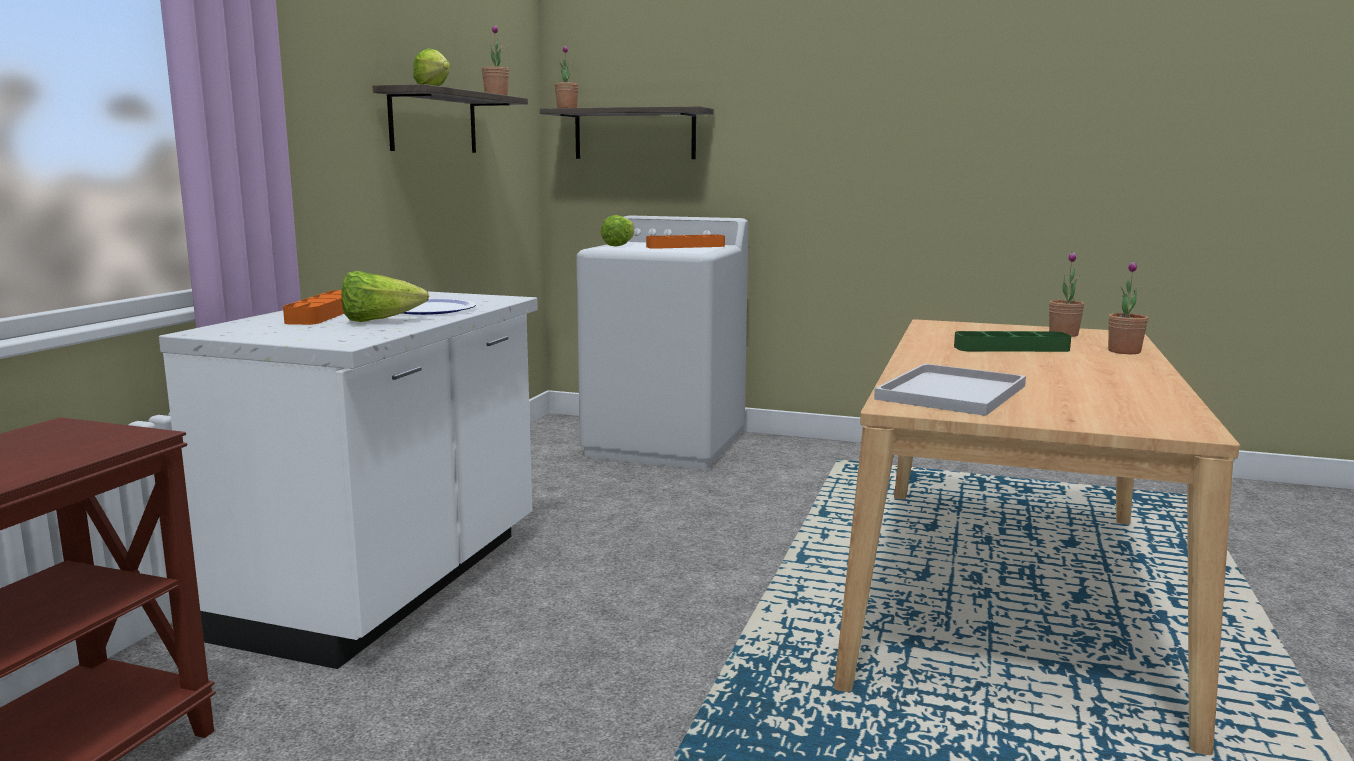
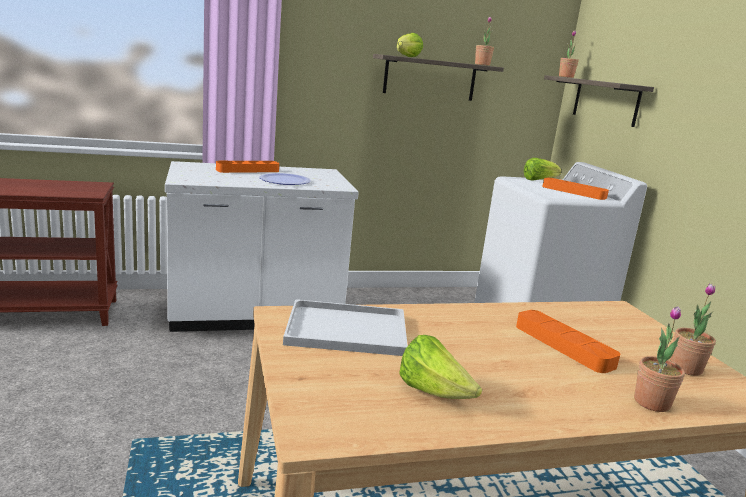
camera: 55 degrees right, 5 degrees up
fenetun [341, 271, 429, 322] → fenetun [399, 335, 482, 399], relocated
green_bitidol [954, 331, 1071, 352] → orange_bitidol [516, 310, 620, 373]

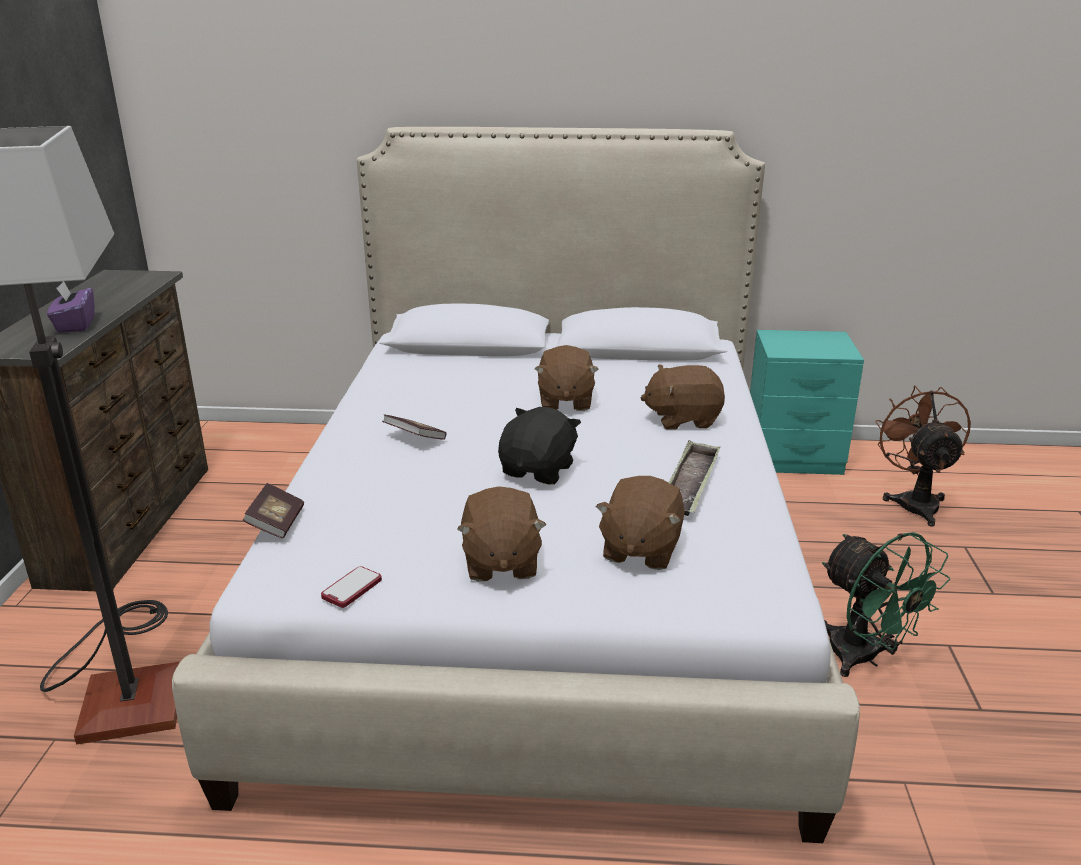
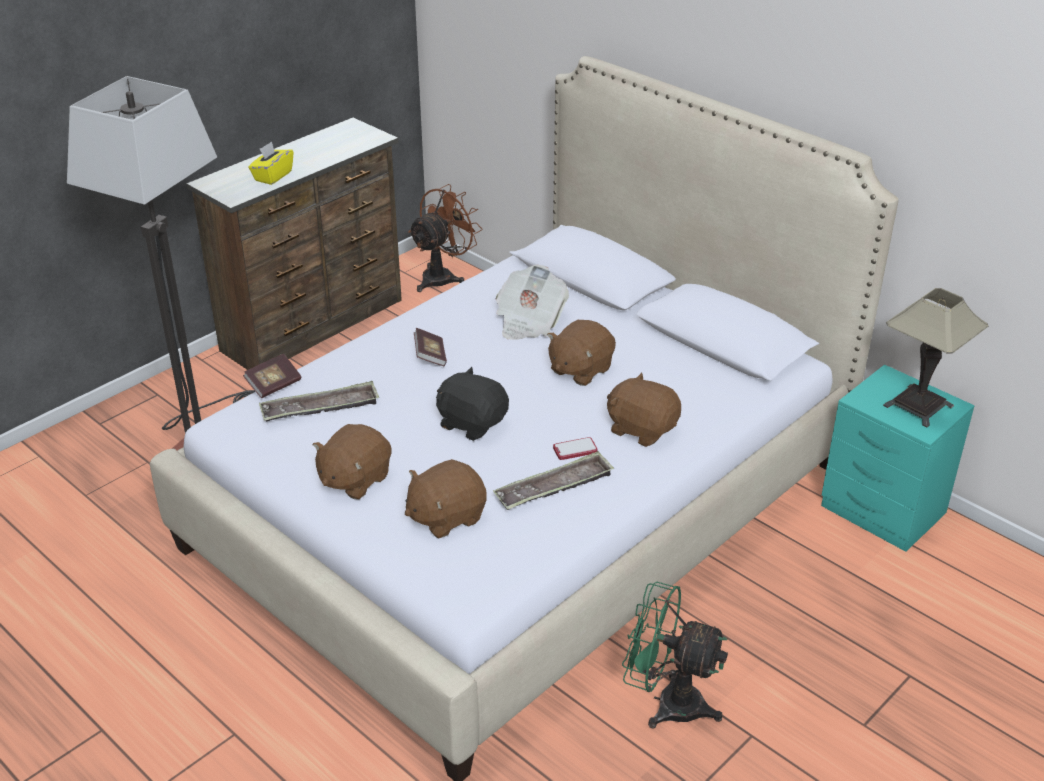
camera: 40 degrees right, 10 degrees up
- → bitidol [259, 381, 379, 421]
- → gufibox [496, 265, 569, 340]
- → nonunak [883, 288, 988, 428]
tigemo [321, 566, 382, 608] → tigemo [553, 437, 597, 460], relocated
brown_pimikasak [875, 385, 971, 527] → brown_pimikasak [408, 184, 482, 292], relocated
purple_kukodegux [47, 282, 95, 333] → yellow_kukodegux [248, 141, 294, 185]
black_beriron [498, 407, 581, 484] → black_beriron [436, 367, 509, 441], 120 degrees counterclockwise
green_pimikasak [822, 532, 950, 677] → green_pimikasak [622, 582, 728, 729], 105 degrees clockwise

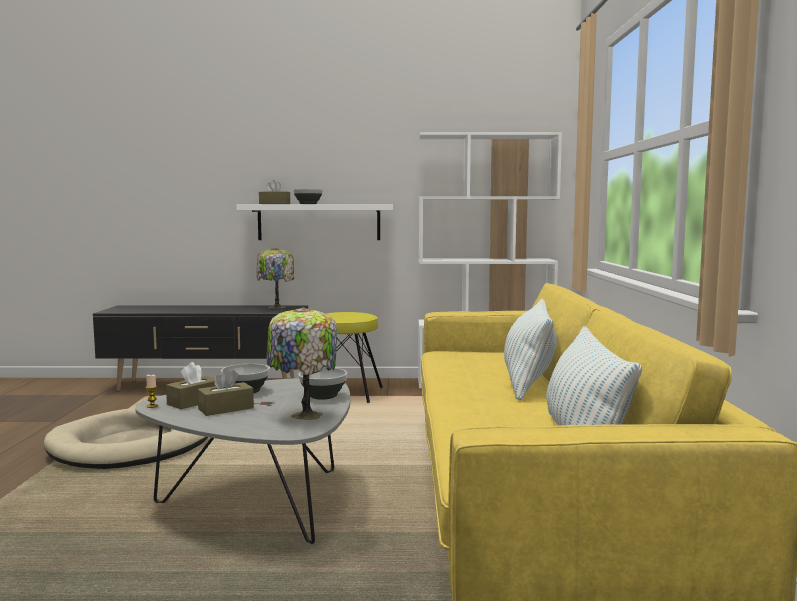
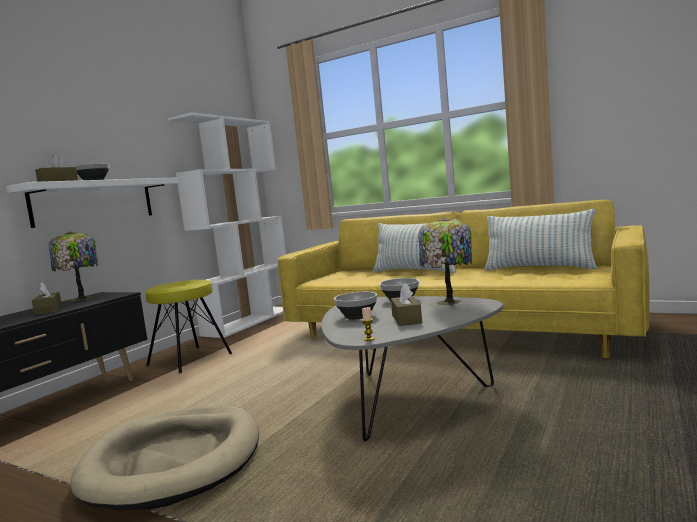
camera: 60 degrees left, 0 degrees up
brown_kukodegux [166, 362, 216, 409] → brown_kukodegux [32, 282, 62, 315], relocated

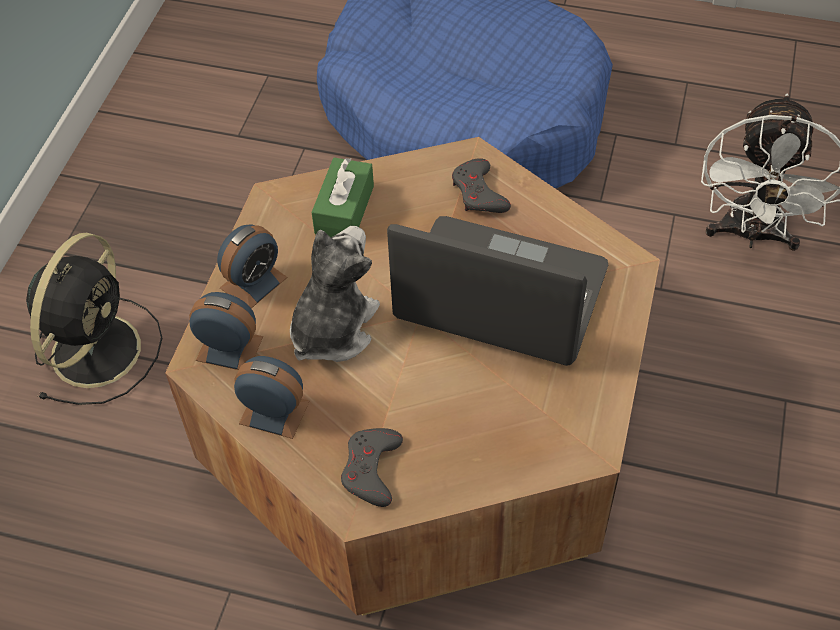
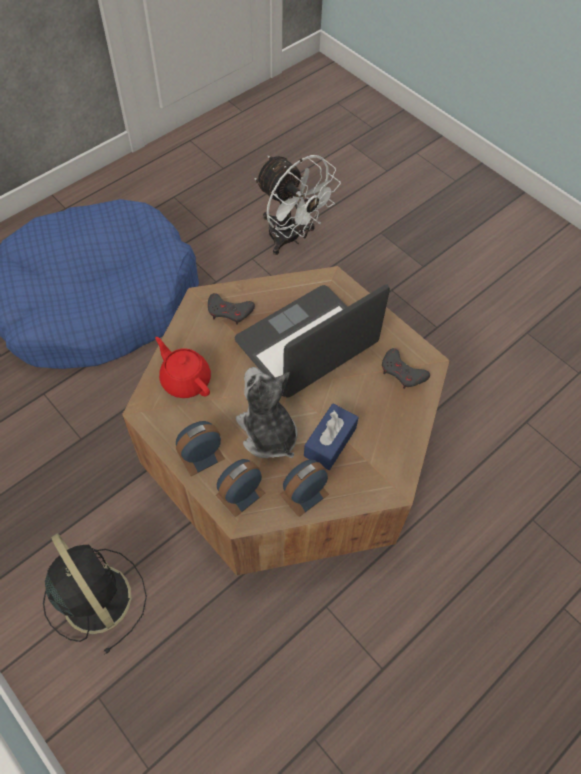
camera: 60 degrees left, 5 degrees up
- → blue_kukodegux [304, 404, 359, 470]
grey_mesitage [341, 428, 403, 507] → grey_mesitage [382, 348, 430, 389], relocated
green_kukodegux [312, 157, 374, 237] → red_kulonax [155, 337, 211, 398]
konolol [217, 224, 287, 308] → konolol [176, 421, 225, 476], 105 degrees counterclockwise

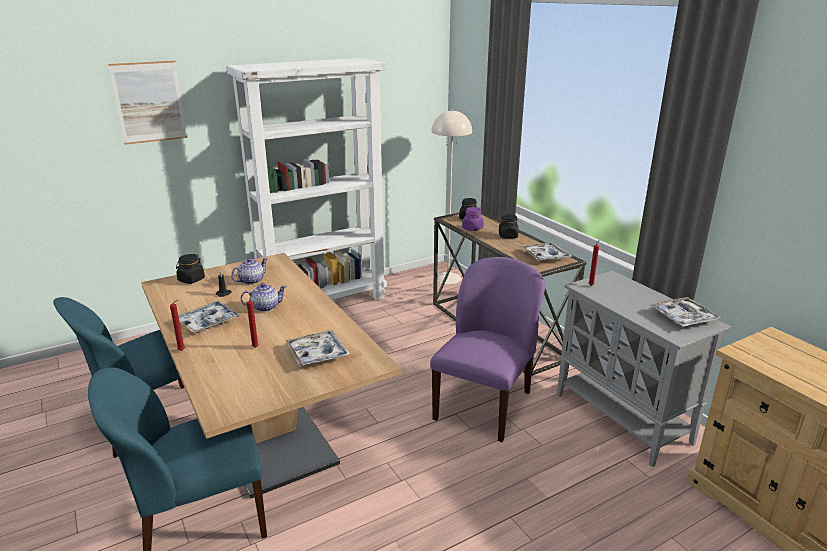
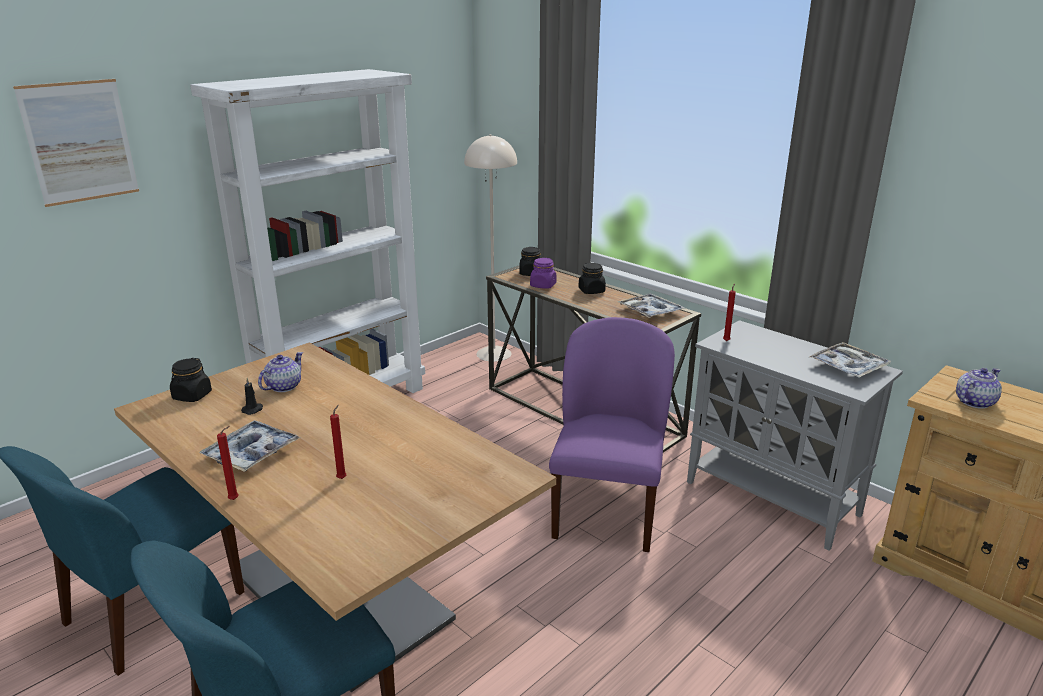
camera: 15 degrees left, 0 degrees up
bitidol [285, 330, 350, 367] → -
kulonax [240, 283, 287, 312] → kulonax [956, 368, 1002, 409], relocated

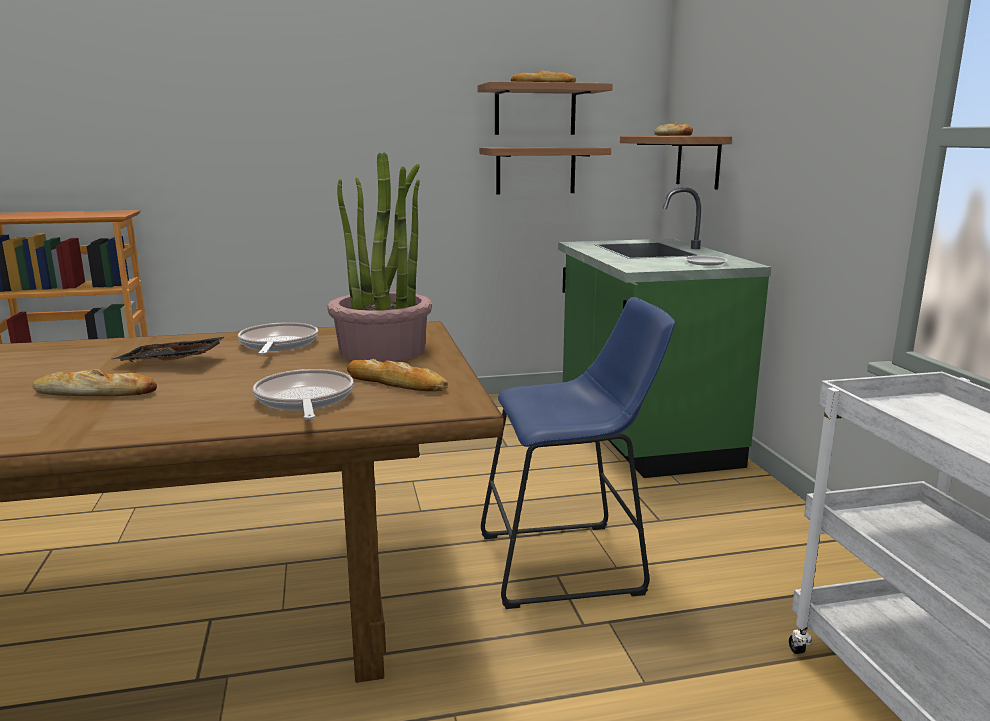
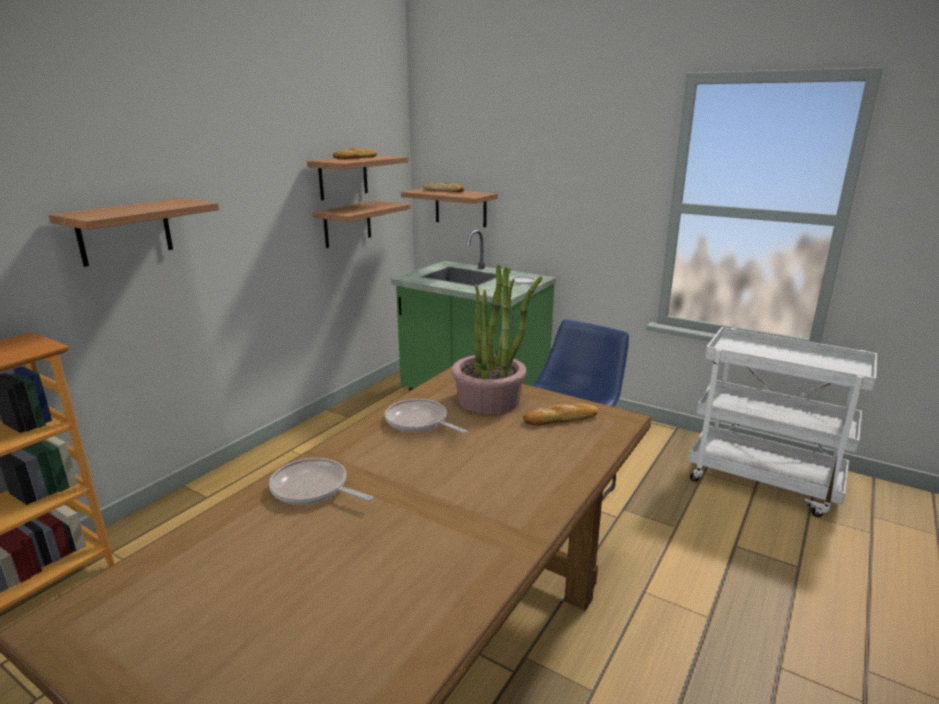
camera: 45 degrees left, 5 degrees up
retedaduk [32, 369, 157, 396] → -
black_bitidol [112, 336, 227, 362] → -
- → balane [49, 198, 219, 267]
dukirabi [253, 369, 354, 420] → dukirabi [269, 458, 373, 505], relocated

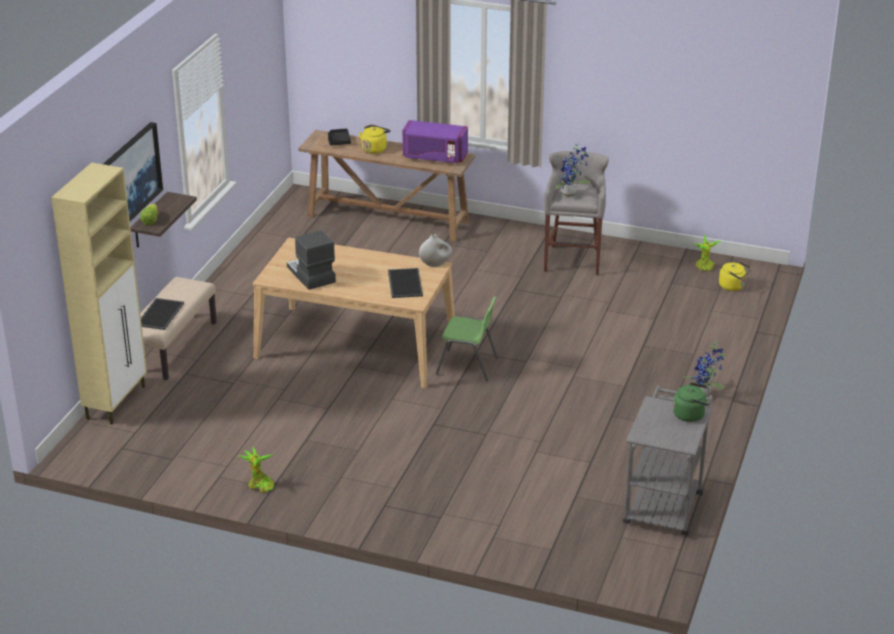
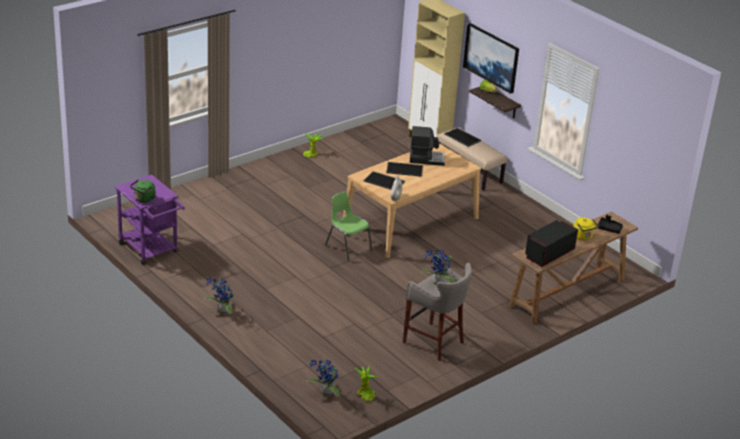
camera: 120 degrees right, 0 degrees up
- → bitidol [386, 162, 423, 177]
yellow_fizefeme [719, 261, 751, 291] → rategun [307, 358, 340, 397]
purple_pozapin [402, 120, 468, 163] → black_pozapin [525, 220, 578, 267]
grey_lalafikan [623, 385, 713, 536] → purple_lalafikan [115, 175, 185, 264]
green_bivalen [436, 297, 498, 381] → green_bivalen [325, 192, 373, 262], 90 degrees clockwise

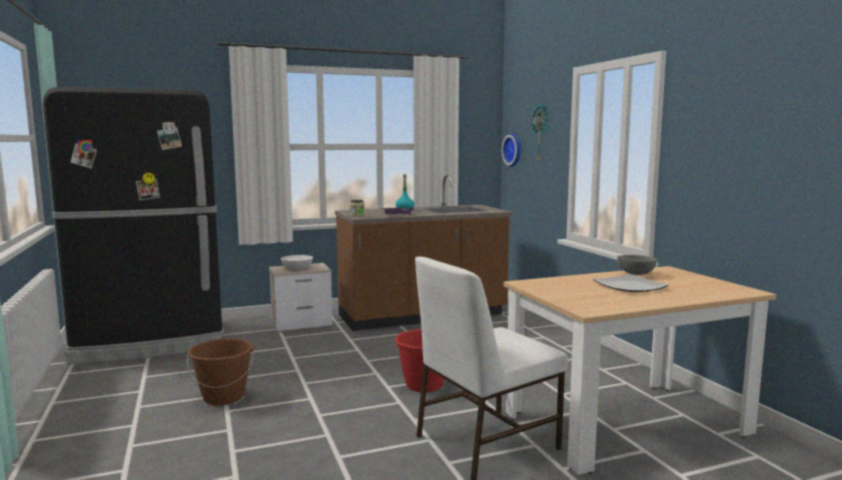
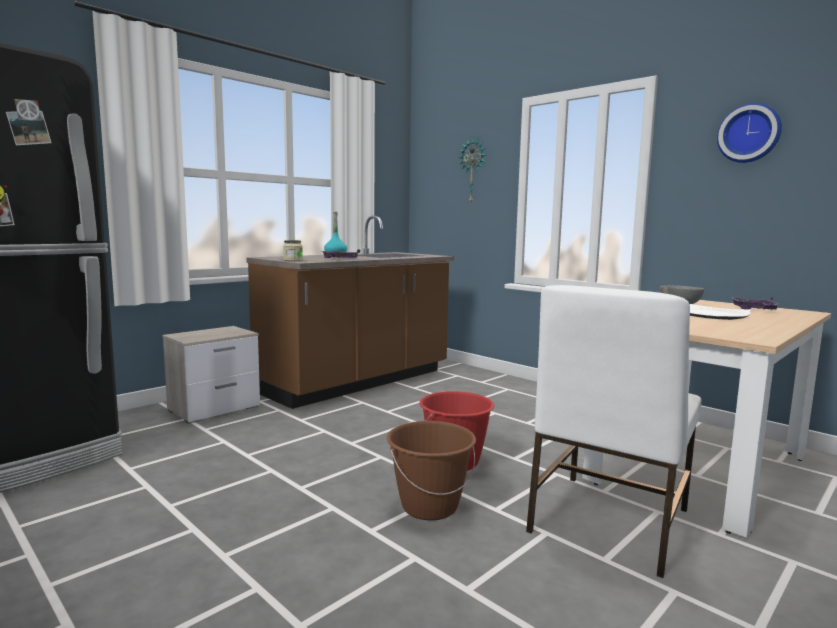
camera: 25 degrees left, 0 degrees up
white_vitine [281, 255, 313, 270] → -
- → purple_bitidol [731, 297, 780, 310]
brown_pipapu [187, 338, 254, 405] → brown_pipapu [387, 421, 476, 520], relocated
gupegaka [502, 133, 521, 167] → gupegaka [717, 103, 782, 163], relocated

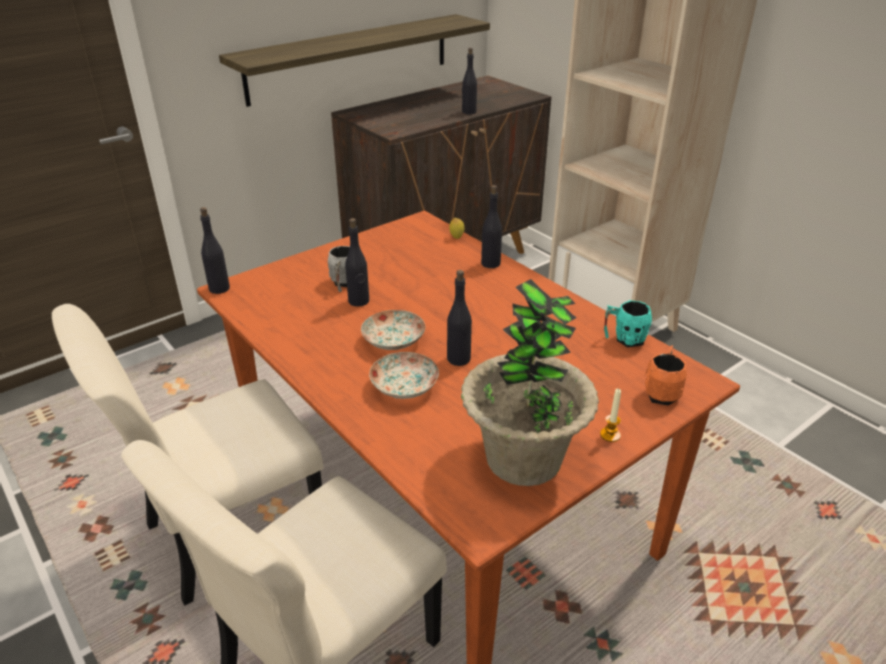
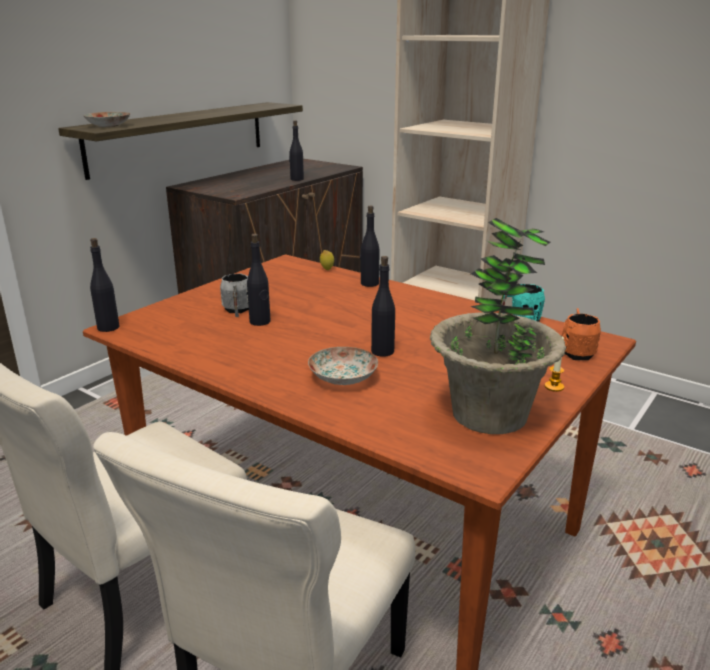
camera: 15 degrees left, 10 degrees down
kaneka [361, 310, 425, 350] → kaneka [83, 112, 130, 127], relocated

